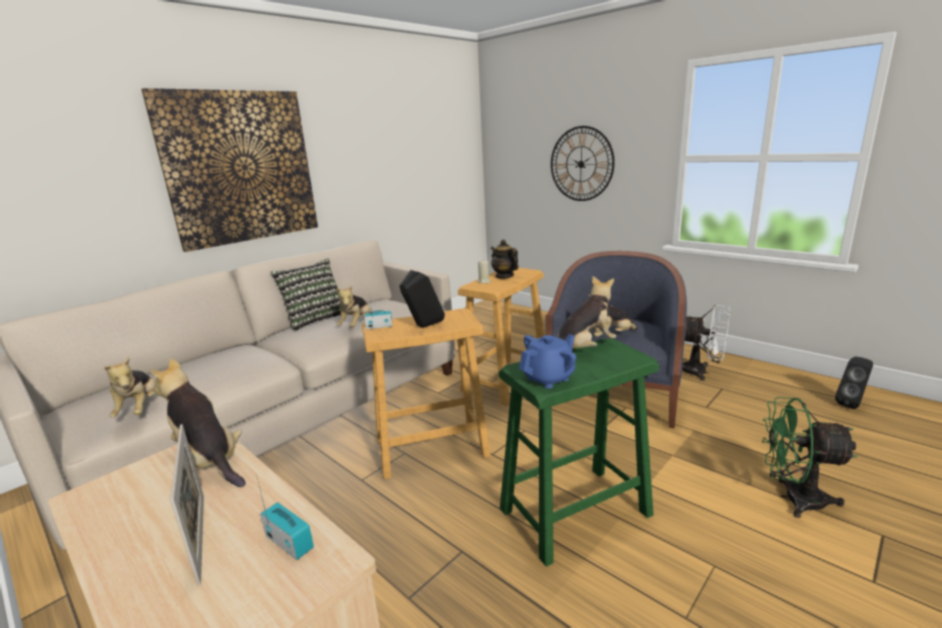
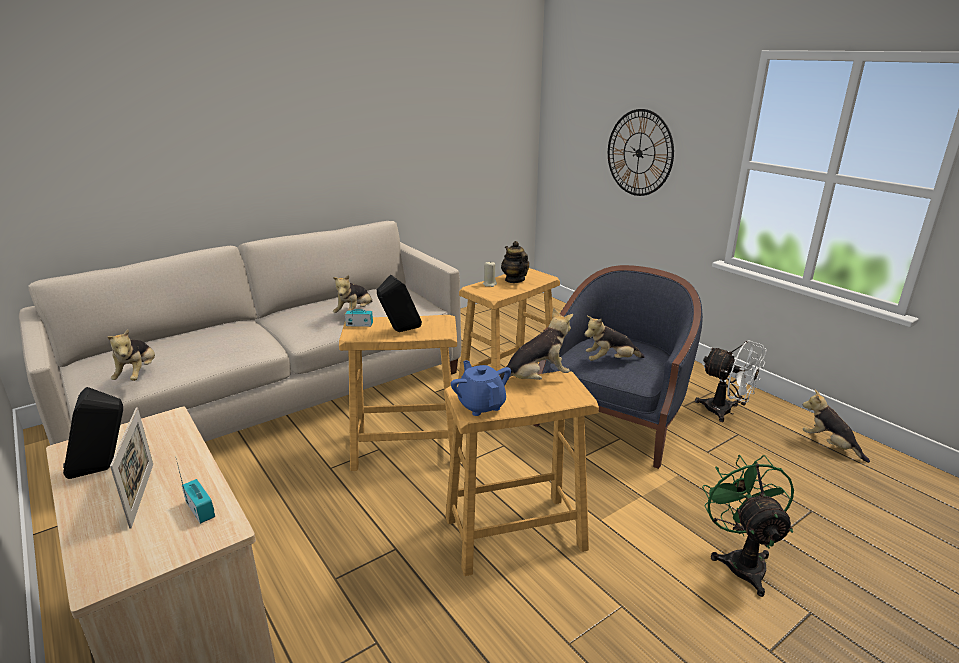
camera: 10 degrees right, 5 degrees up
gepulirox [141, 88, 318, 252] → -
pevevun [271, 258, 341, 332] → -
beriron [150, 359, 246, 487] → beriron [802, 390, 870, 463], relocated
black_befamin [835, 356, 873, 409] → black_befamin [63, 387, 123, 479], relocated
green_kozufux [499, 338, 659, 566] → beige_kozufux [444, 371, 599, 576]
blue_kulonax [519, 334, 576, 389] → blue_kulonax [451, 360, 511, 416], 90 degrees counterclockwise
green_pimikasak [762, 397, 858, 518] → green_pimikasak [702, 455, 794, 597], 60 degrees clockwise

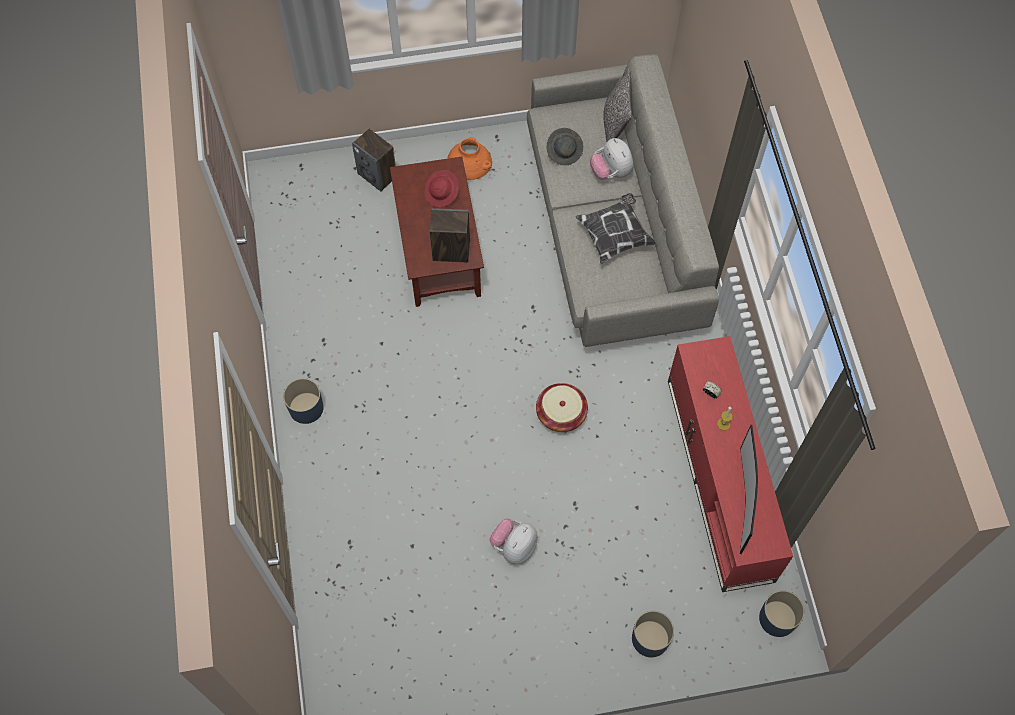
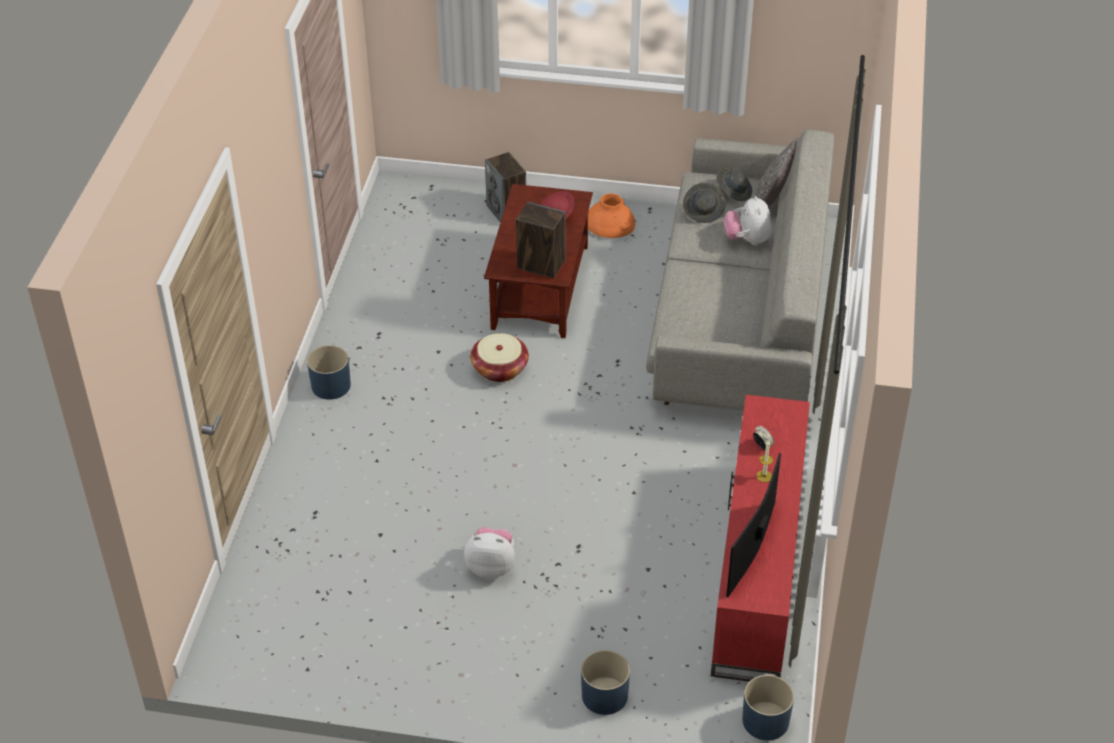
camera: 20 degrees right, 20 degrees down
pevevun [576, 193, 656, 265] → -
- → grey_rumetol [716, 167, 752, 201]
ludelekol [536, 383, 588, 432] → ludelekol [470, 333, 529, 382], relocated
beriron [489, 518, 538, 564] → beriron [464, 527, 515, 579], 45 degrees clockwise

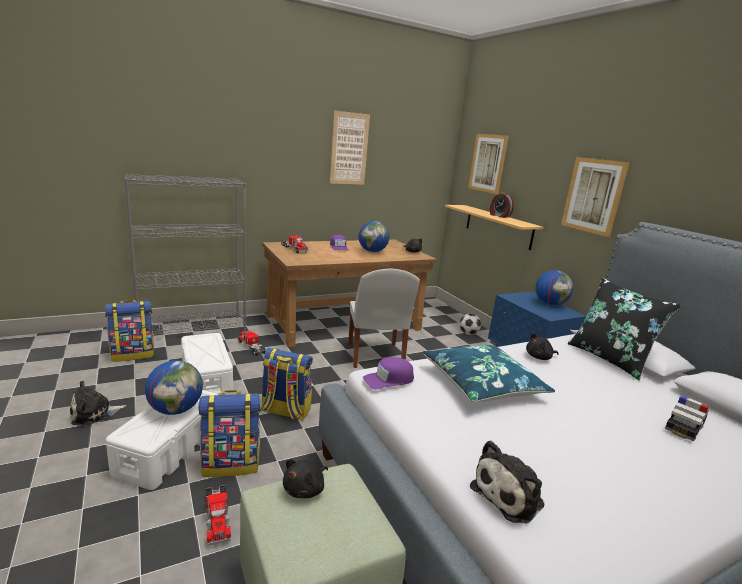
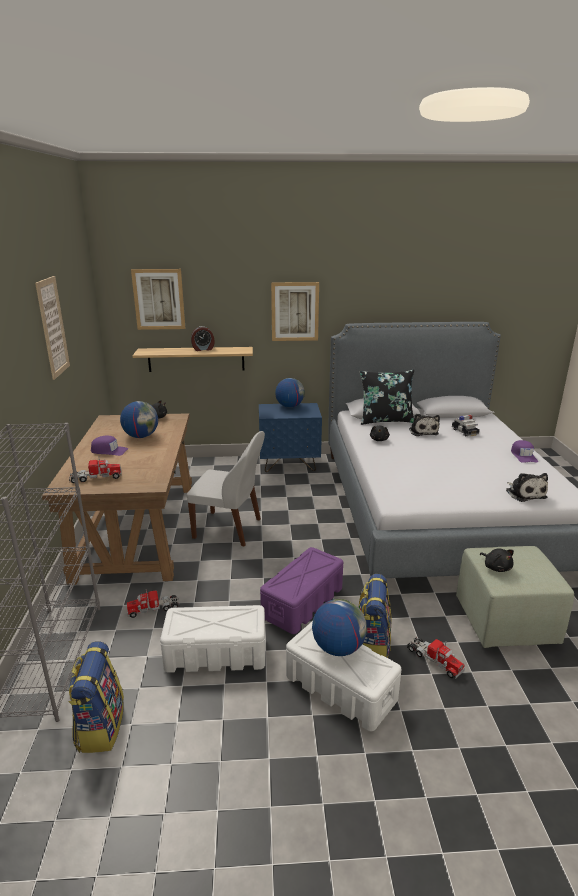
camera: 65 degrees left, 5 degrees up
blue_pevevun [422, 345, 555, 403] → -
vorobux [459, 314, 481, 335] → -
beriron [70, 381, 127, 426] → beriron [409, 414, 440, 436], relocated
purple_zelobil [363, 357, 414, 390] → purple_zelobil [511, 440, 538, 463], relocated
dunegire [261, 348, 313, 420] → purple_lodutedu [260, 547, 343, 634]
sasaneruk [206, 485, 231, 546] → sasaneruk [407, 637, 465, 679], 45 degrees clockwise

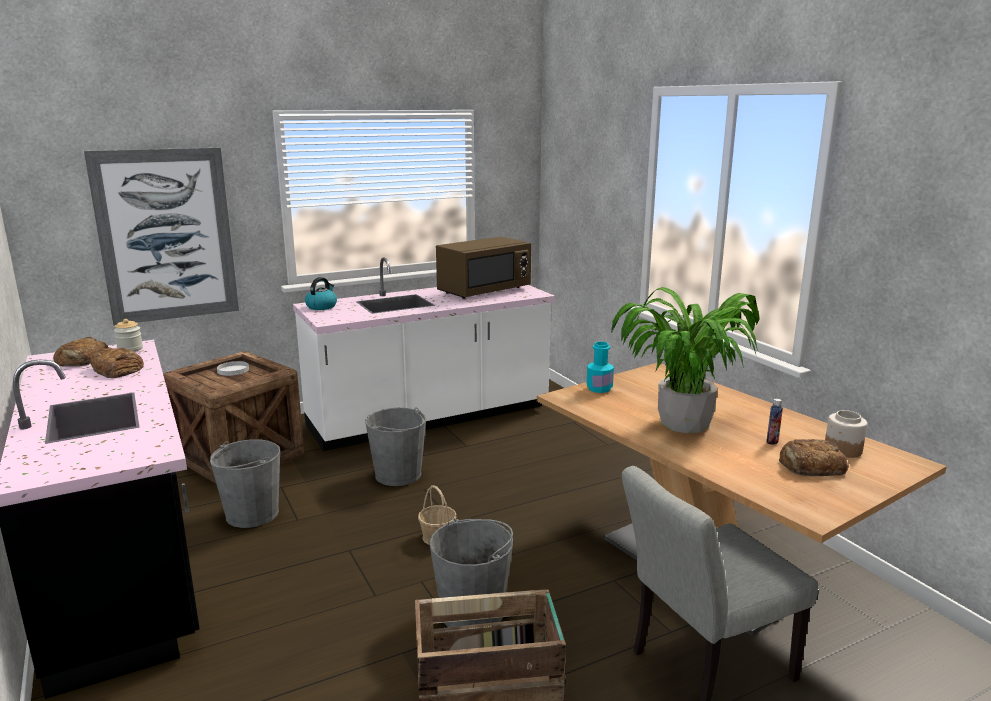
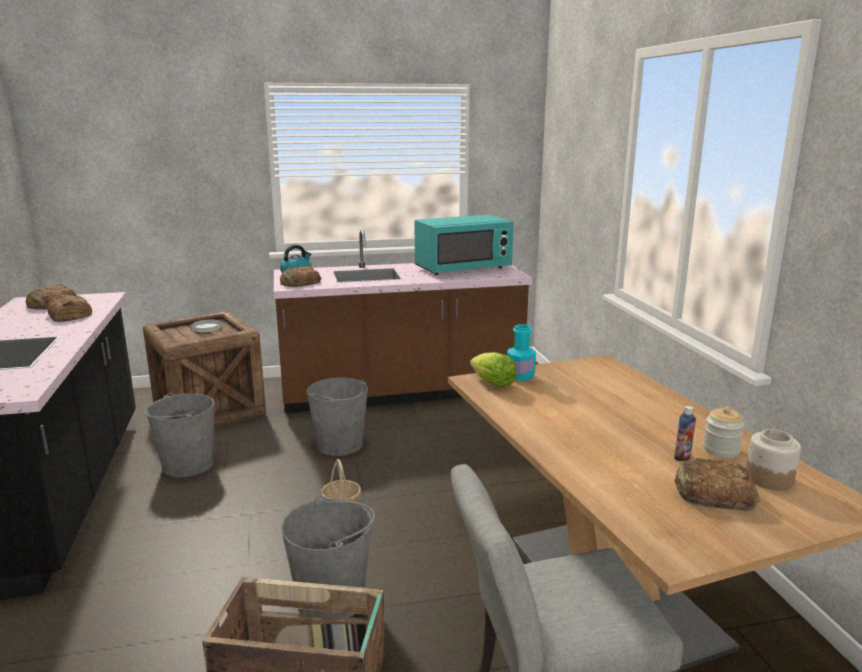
camera: 15 degrees right, 0 degrees up
gepulirox [84, 148, 239, 325] → -
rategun [611, 287, 760, 433] → -
- → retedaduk [280, 266, 321, 287]
- → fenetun [470, 352, 516, 388]
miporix [114, 319, 143, 352] → miporix [703, 407, 744, 458], relocated
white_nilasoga [293, 257, 555, 451] → brown_nilasoga [274, 229, 532, 413]
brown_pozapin [436, 237, 531, 299] → turquoise_pozapin [415, 215, 514, 275]

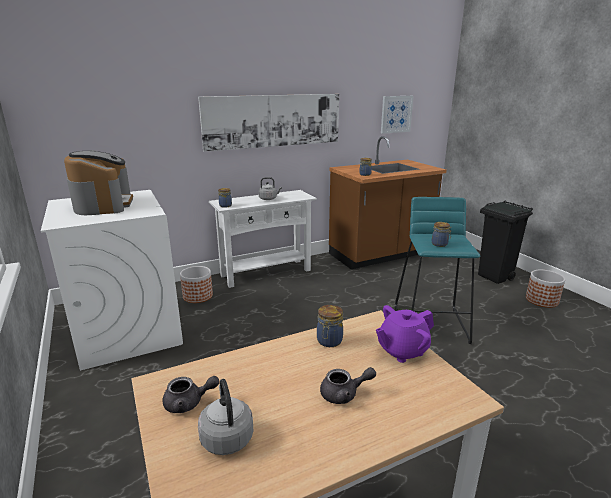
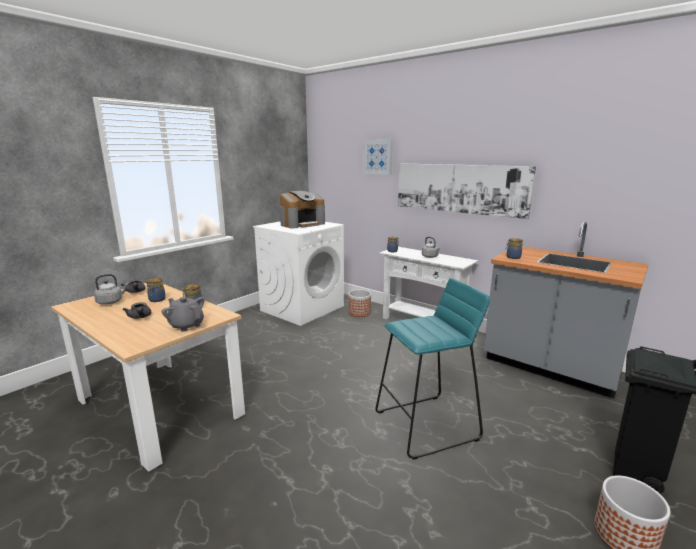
camera: 65 degrees right, 5 degrees down
gepulirox [381, 96, 413, 134] → gepulirox [363, 139, 393, 175], relocated
miporix [432, 222, 452, 247] → miporix [146, 278, 166, 302], relocated
brown_nilasoga [329, 136, 447, 269] → grey_nilasoga [484, 222, 648, 399]
purple_kulonax [376, 305, 434, 363] → grey_kulonax [162, 297, 204, 332]

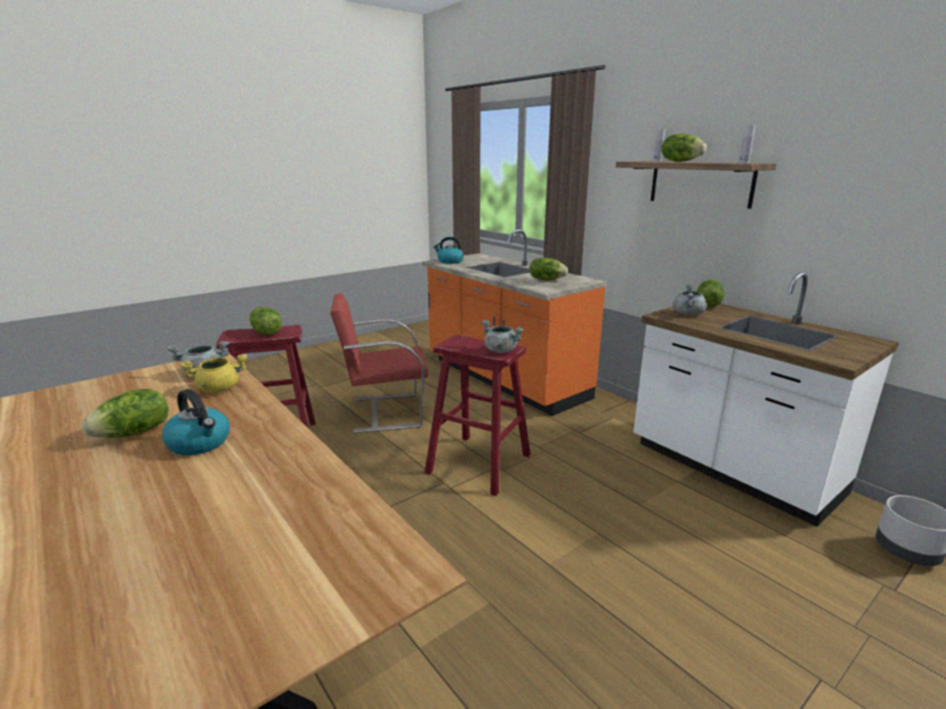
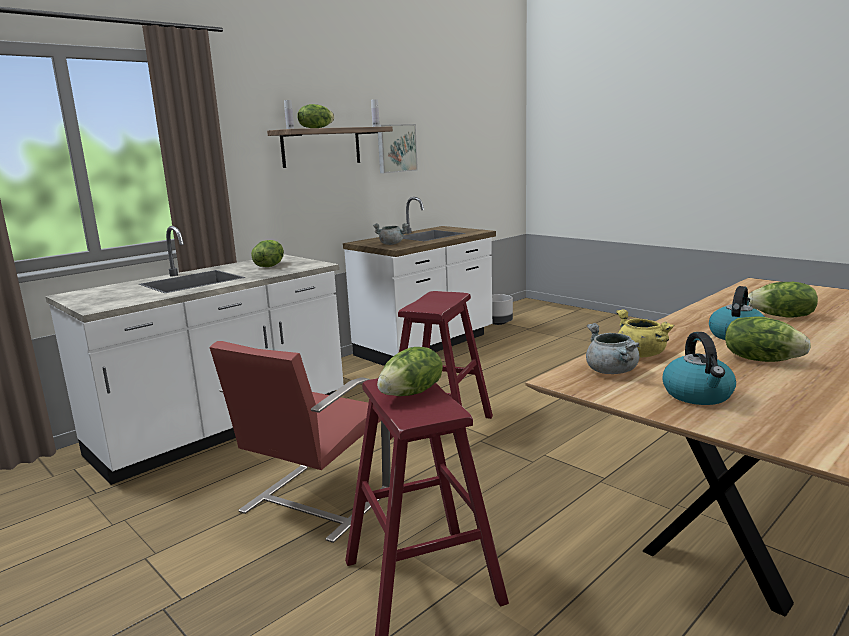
camera: 95 degrees left, 5 degrees down
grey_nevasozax [481, 320, 524, 353] → -
- → gepulirox [378, 124, 418, 173]
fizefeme [434, 237, 463, 264] → fizefeme [662, 332, 736, 405], relocated
fenetun [697, 280, 724, 307] → fenetun [748, 282, 818, 318], relocated
orange_nilasoga [422, 229, 607, 416] → white_nilasoga [45, 226, 344, 485]
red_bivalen [330, 293, 428, 433] → red_bivalen [209, 341, 391, 543], 45 degrees clockwise

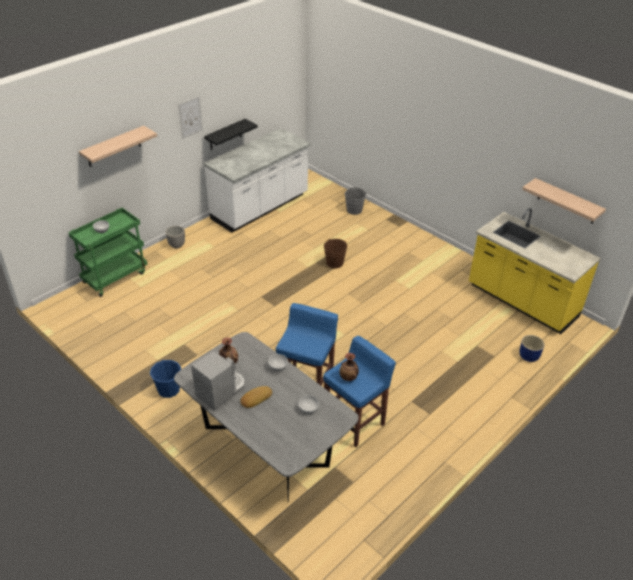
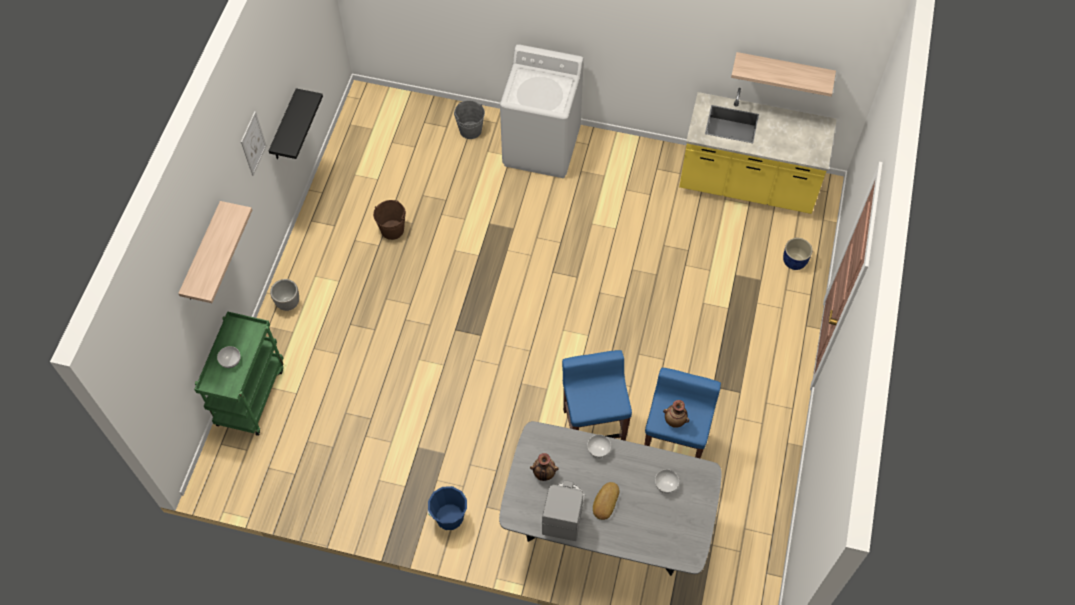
camera: 30 degrees left, 20 degrees up
white_nilasoga [204, 128, 310, 233] → -
- → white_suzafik [500, 44, 584, 178]
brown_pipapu [324, 239, 347, 268] → brown_pipapu [373, 200, 406, 240], relocated

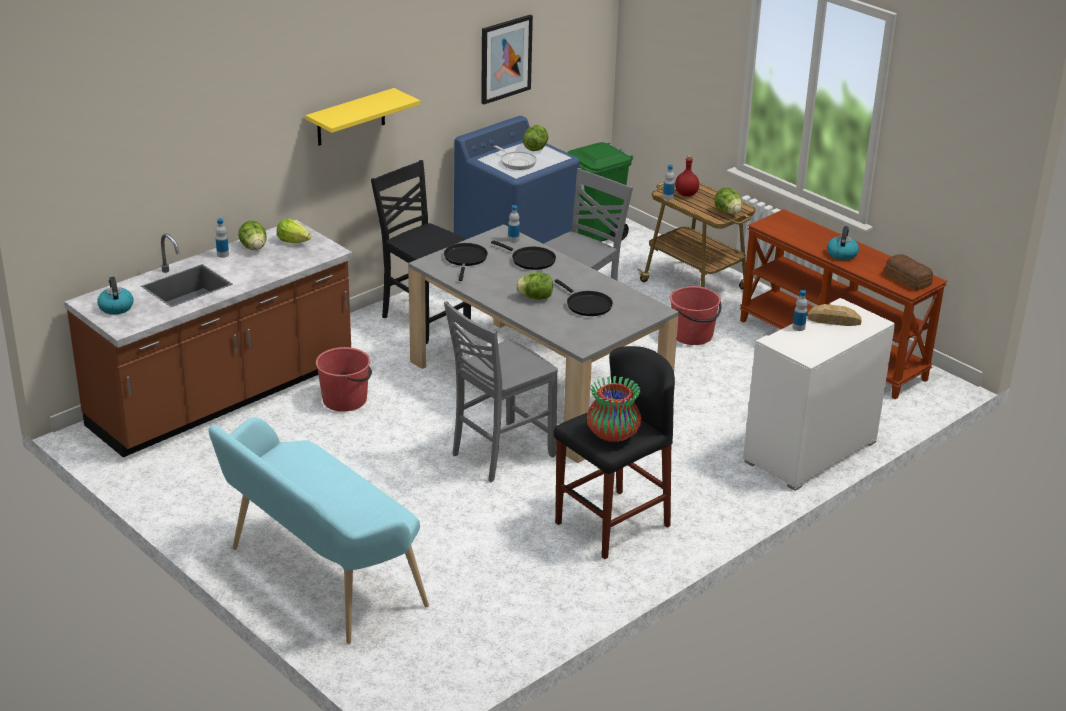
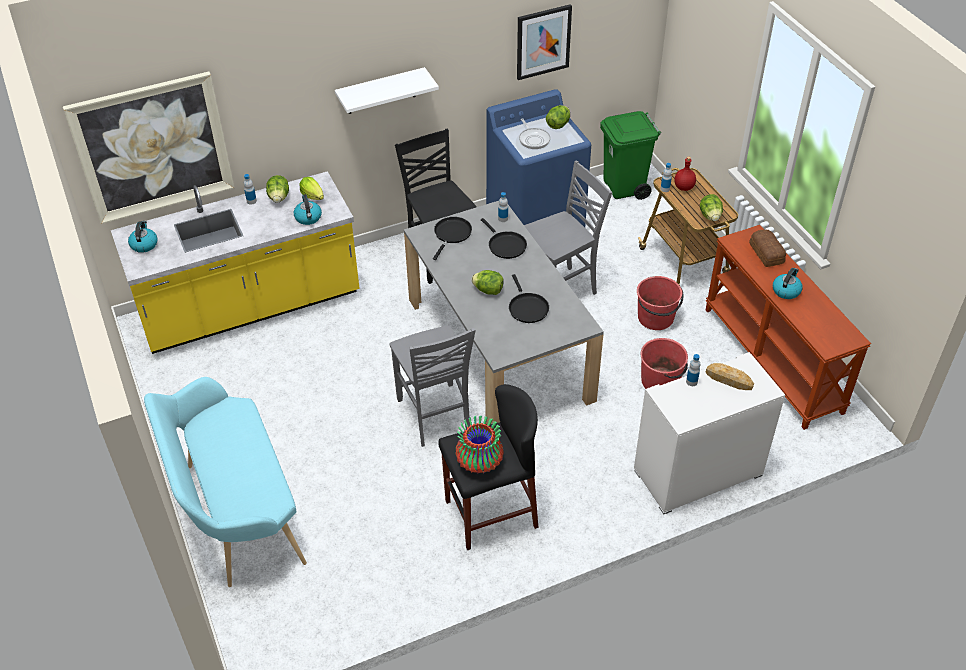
camera: 20 degrees right, 15 degrees up
- → gepulirox [63, 71, 234, 224]
- → fizefeme [294, 194, 322, 225]
red_pipapu [316, 347, 372, 412] → red_pipapu [641, 338, 688, 389], relocated
retedaduk [884, 254, 933, 291] → retedaduk [749, 229, 786, 267], relocated
brown_nilasoga [64, 220, 353, 457] → yellow_nilasoga [111, 171, 360, 354]
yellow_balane [306, 88, 420, 146] → white_balane [335, 67, 439, 114]
grey_bivalen [444, 301, 558, 482] → grey_bivalen [389, 325, 476, 447], 90 degrees counterclockwise

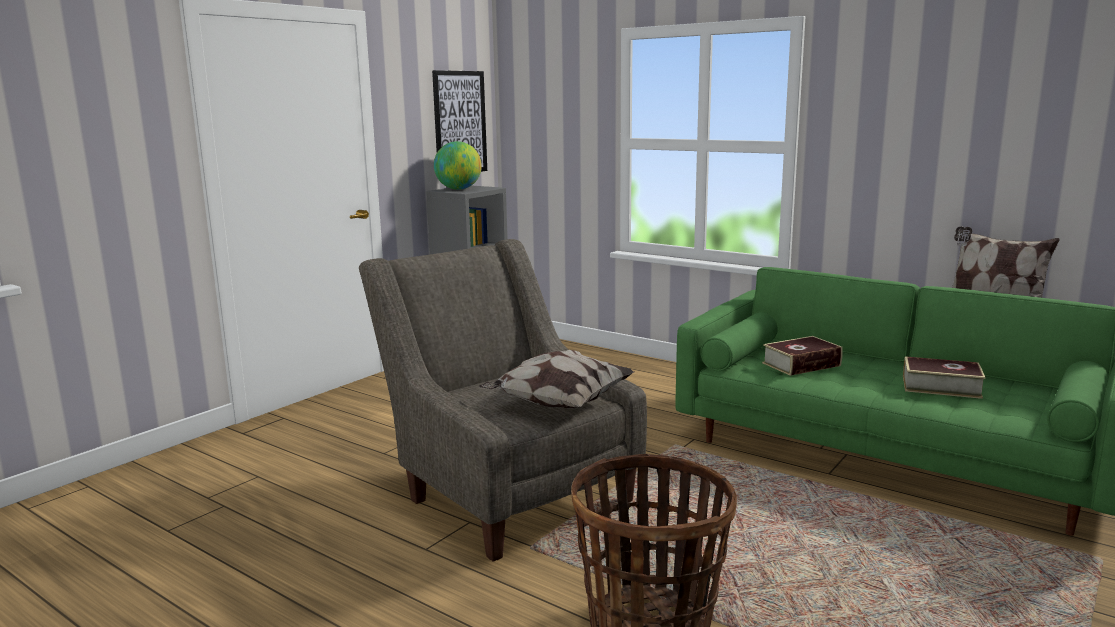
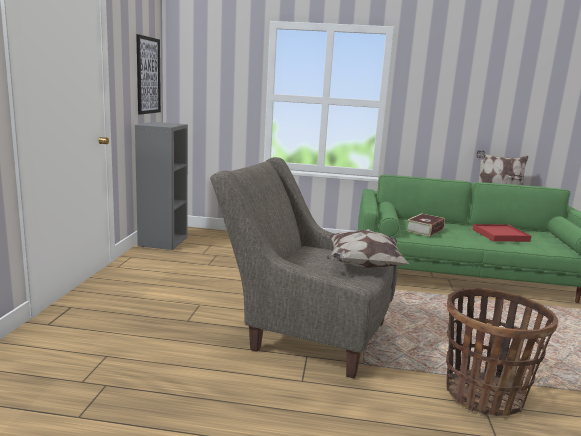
camera: 30 degrees left, 0 degrees up
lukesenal [434, 141, 482, 190] → -
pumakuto [903, 356, 985, 399] → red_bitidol [472, 224, 531, 242]

